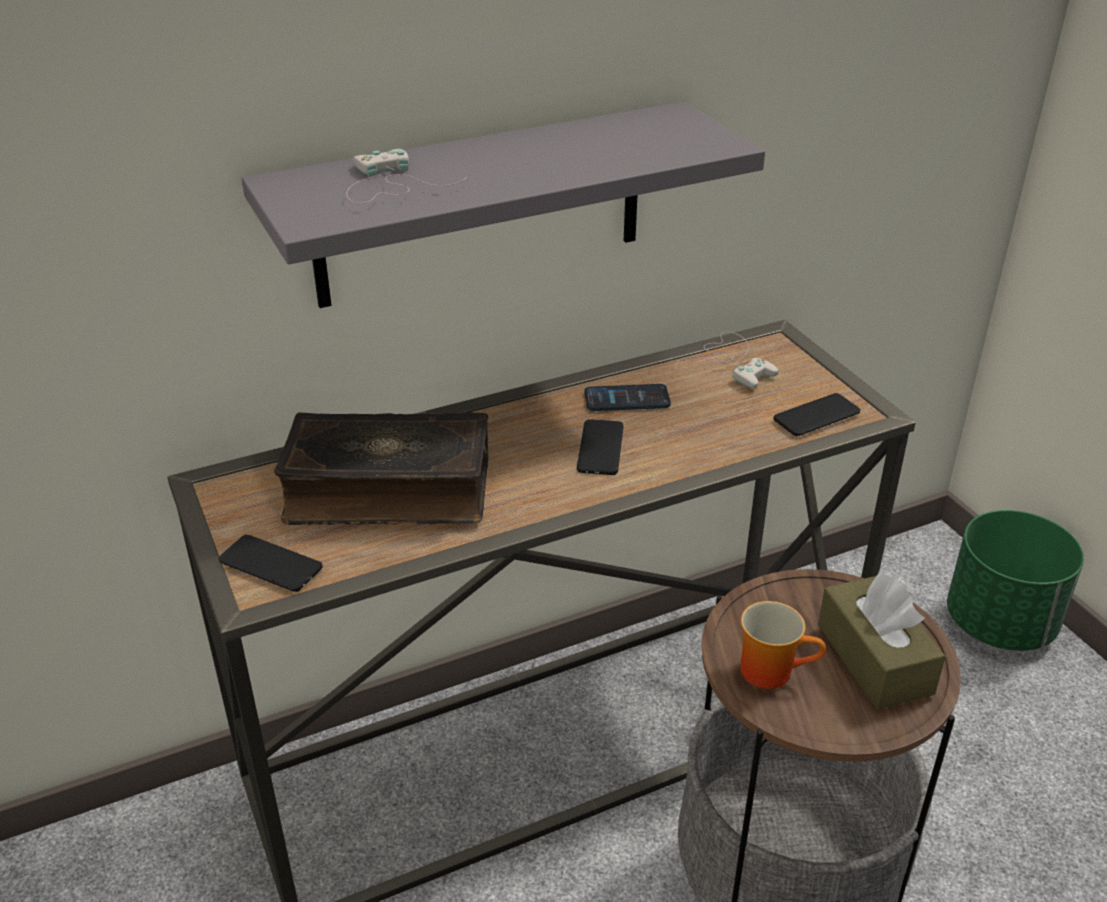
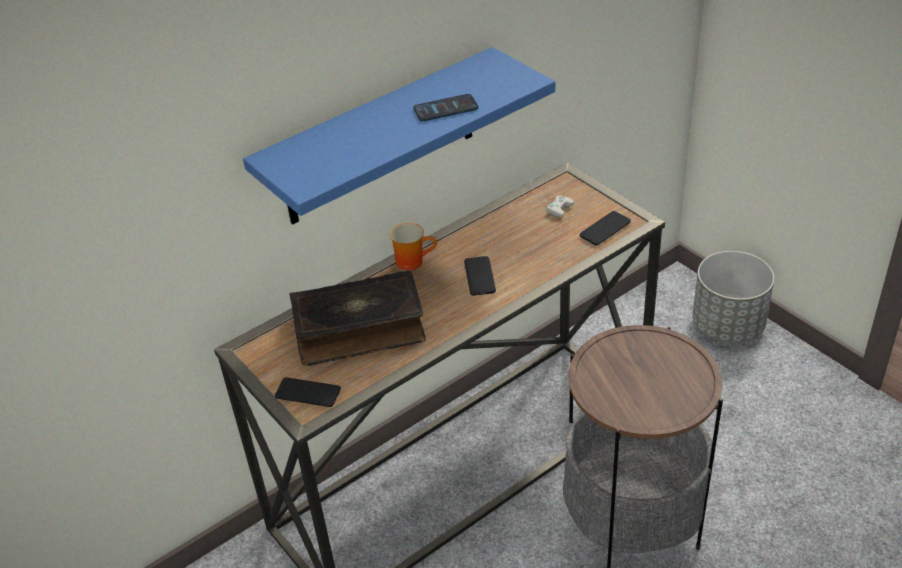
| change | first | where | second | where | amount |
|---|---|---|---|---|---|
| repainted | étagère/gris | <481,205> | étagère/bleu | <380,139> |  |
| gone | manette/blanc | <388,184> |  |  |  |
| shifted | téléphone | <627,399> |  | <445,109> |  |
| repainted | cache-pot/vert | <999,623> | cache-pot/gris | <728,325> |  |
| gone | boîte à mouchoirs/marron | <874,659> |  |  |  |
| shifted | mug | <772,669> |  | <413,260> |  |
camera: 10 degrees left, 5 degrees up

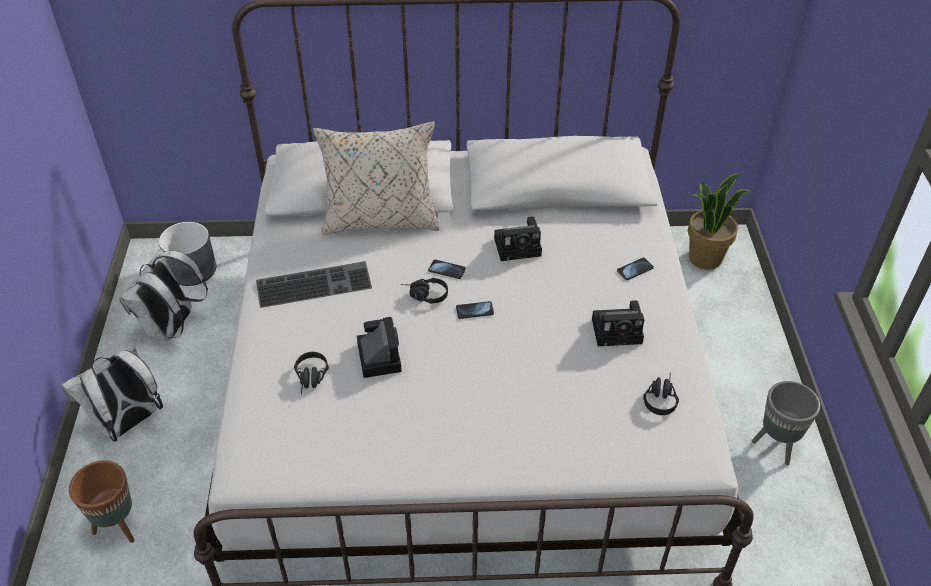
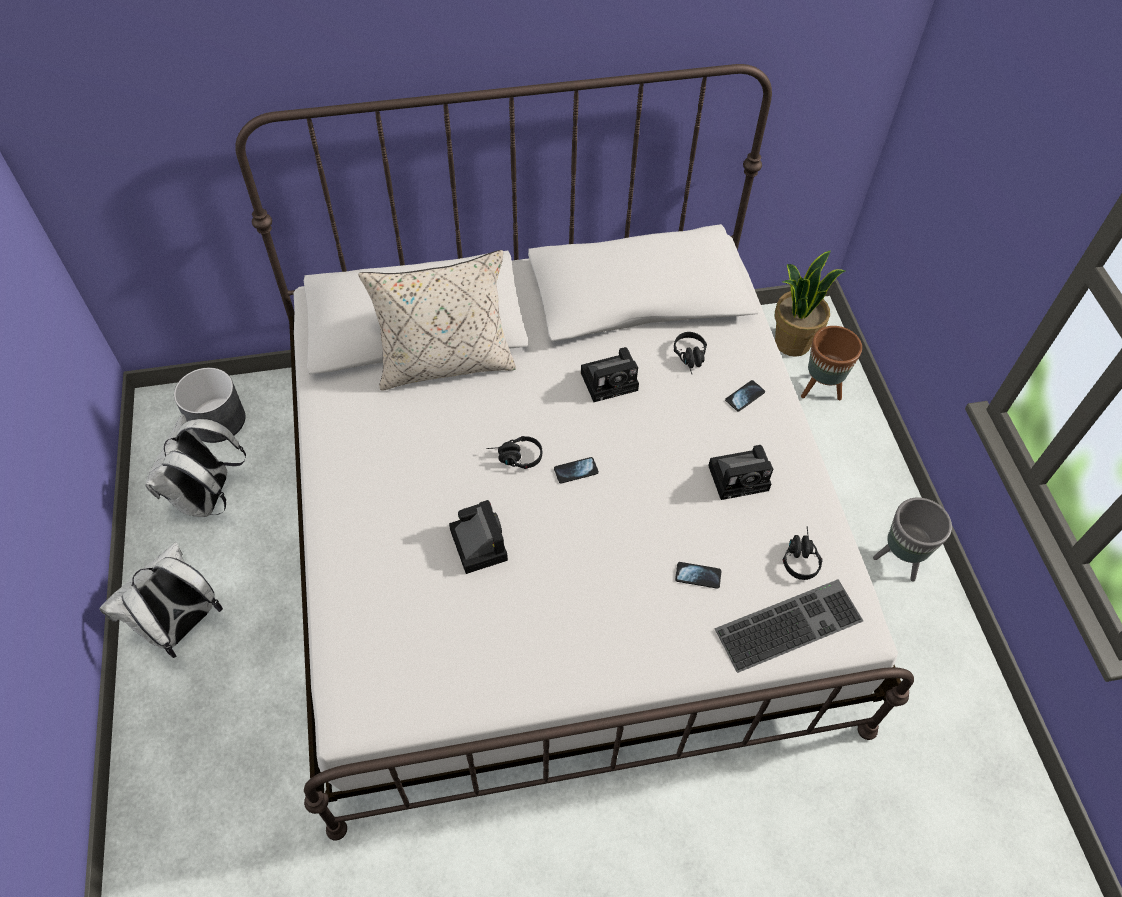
| change | first | where | second | where | amount |
|---|---|---|---|---|---|
| shifted | téléphone | <447,270> |  | <698,576> |  |
| shifted | clavier | <315,283> |  | <788,622> |  |
| shifted | casque audio/noir | <311,379> |  | <691,359> |  |
| shifted | cache-pot/marron | <119,526> |  | <820,389> |  |
camera: 10 degrees left, 10 degrees up

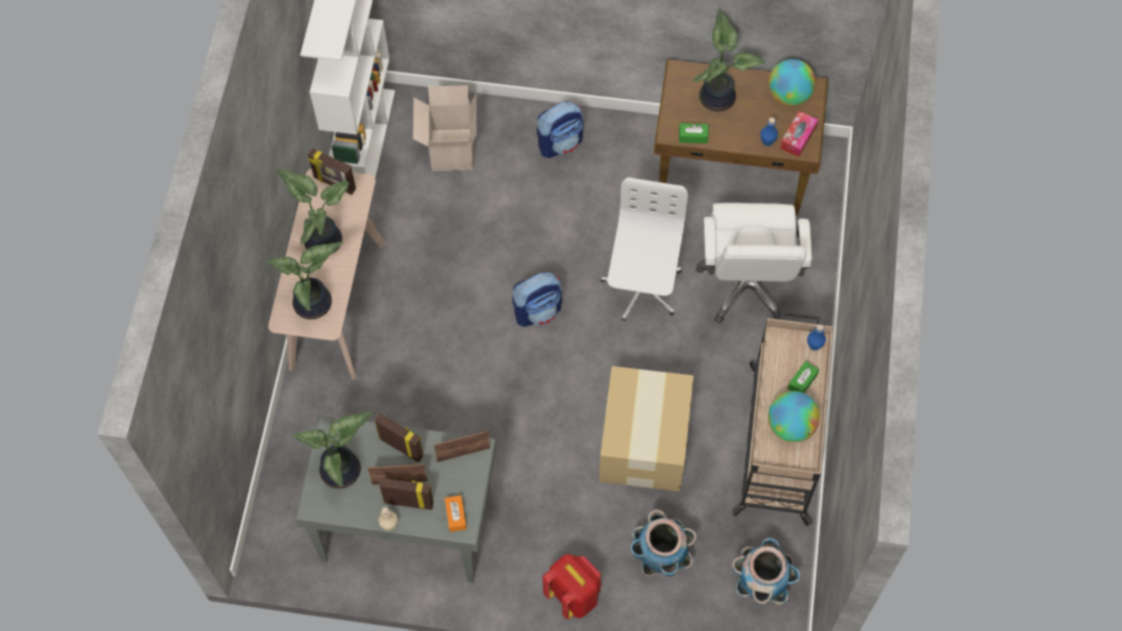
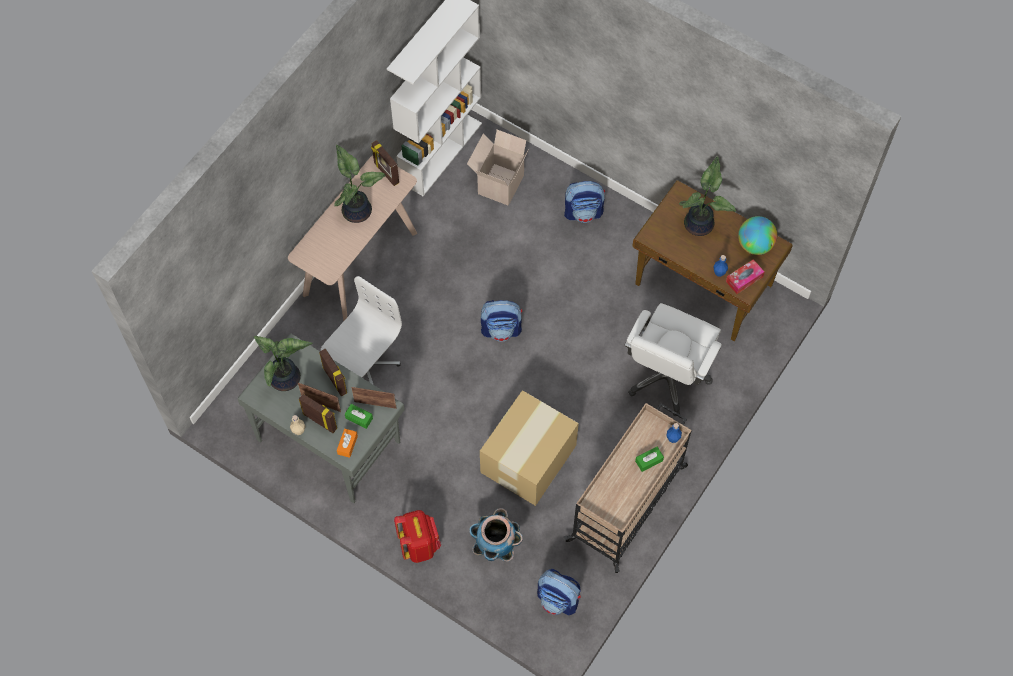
| change | first | where | second | where | amount |
|---|---|---|---|---|---|
| shifted | boîte à mouchoirs/vert | <693,136> |  | <359,418> |  |
| shifted | chaise de bureau/blanc | <642,287> |  | <364,365> |  |
| gone | plante en pot | <315,305> |  |  |  |
| gone | globe | <790,426> |  |  |  |
| swapped | cache-pot | <760,585> | sac à dos | <558,599> |  |
camera: 25 degrees right, 0 degrees up

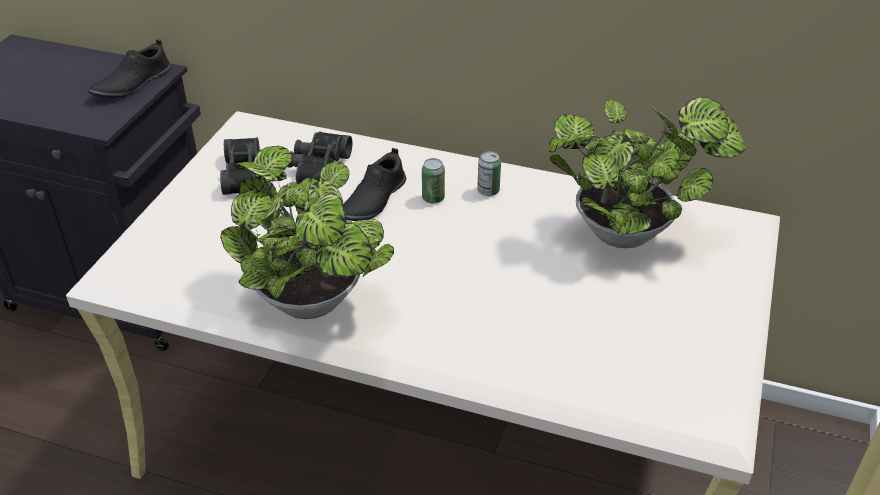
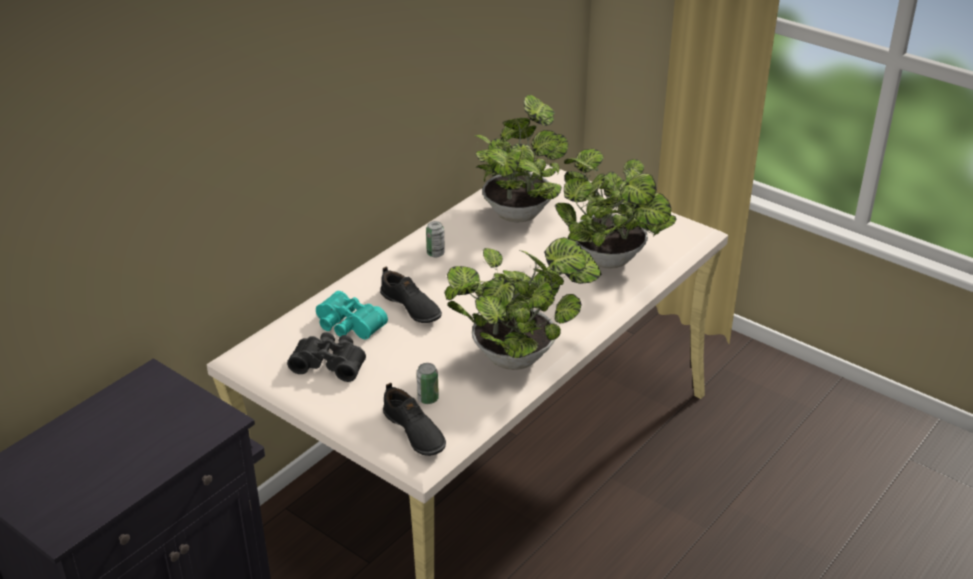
| change | first | where | second | where | amount |
|---|---|---|---|---|---|
| shifted | chaussure/noir | <132,84> |  | <414,432> |  |
| repainted | jumelles/noir | <317,168> | jumelles/turquoise | <347,326> |  |
| shifted | boîte métallique | <433,198> |  | <428,399> |  |
| new |  |  | plante en pot | <612,261> |  |
camera: 70 degrees left, 5 degrees down

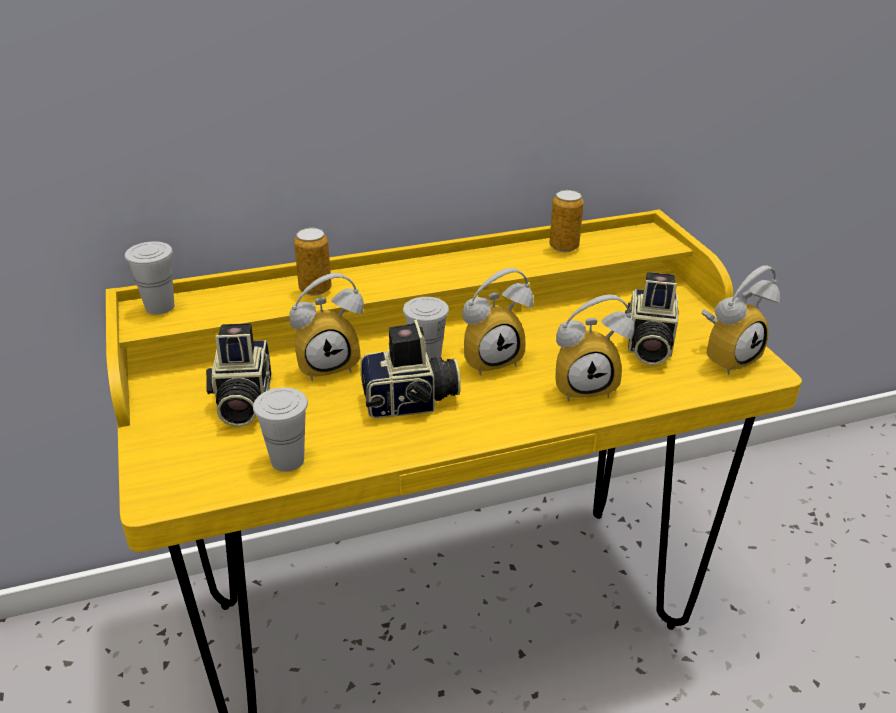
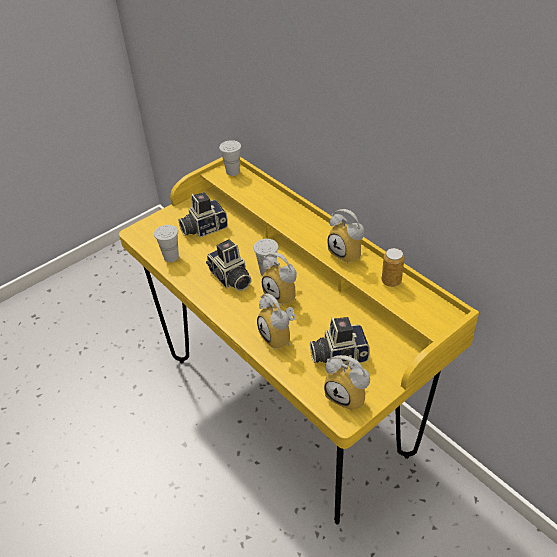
| change | first | where | second | where | amount |
|---|---|---|---|---|---|
| gone | boîte métallique | <315,289> |  |  |  |
| shifted | réveil | <329,363> |  | <349,253> |  |
camera: 70 degrees right, 10 degrees up

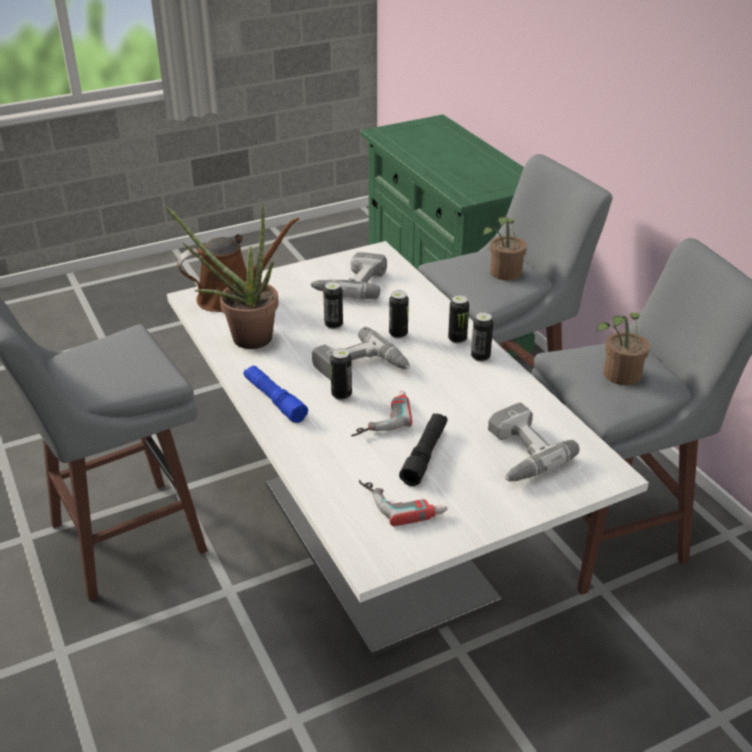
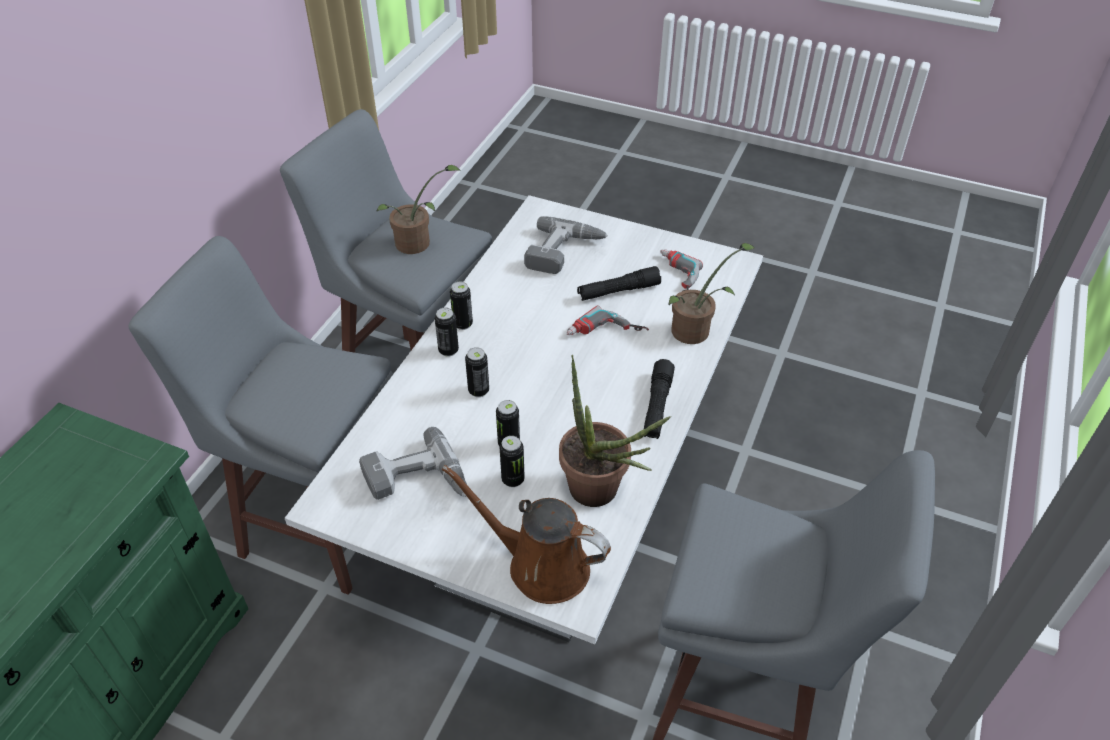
| change | first | where | second | where | amount |
|---|---|---|---|---|---|
| shifted | plante en pot | <503,274> |  | <696,330> |  |
| gone | perceuse | <361,368> |  |  |  |
| shifted | boîte métallique | <341,395> |  | <513,479> |  |
| repainted | lampe de poche/bleu | <274,400> | lampe de poche/noir | <657,406> |  |
camera: 130 degrees left, 10 degrees up

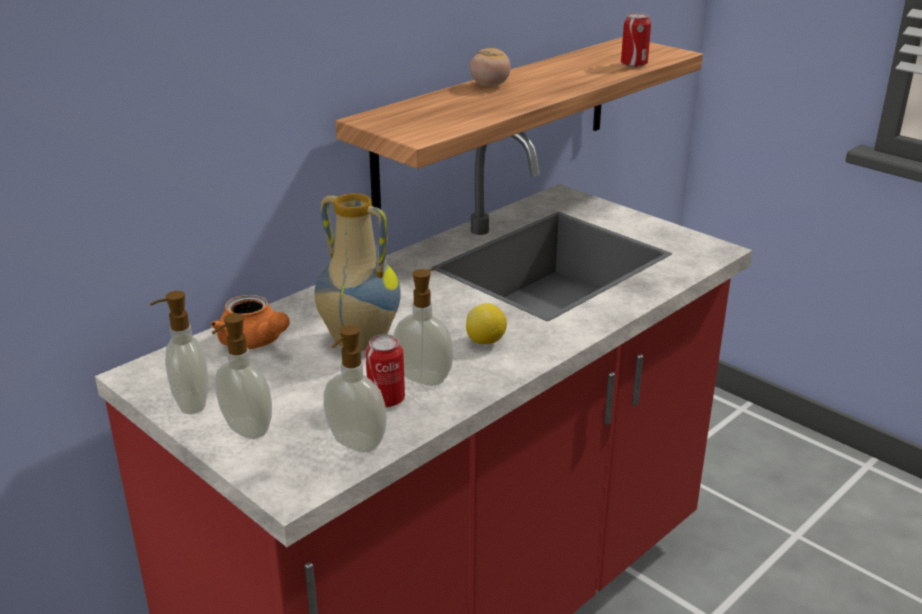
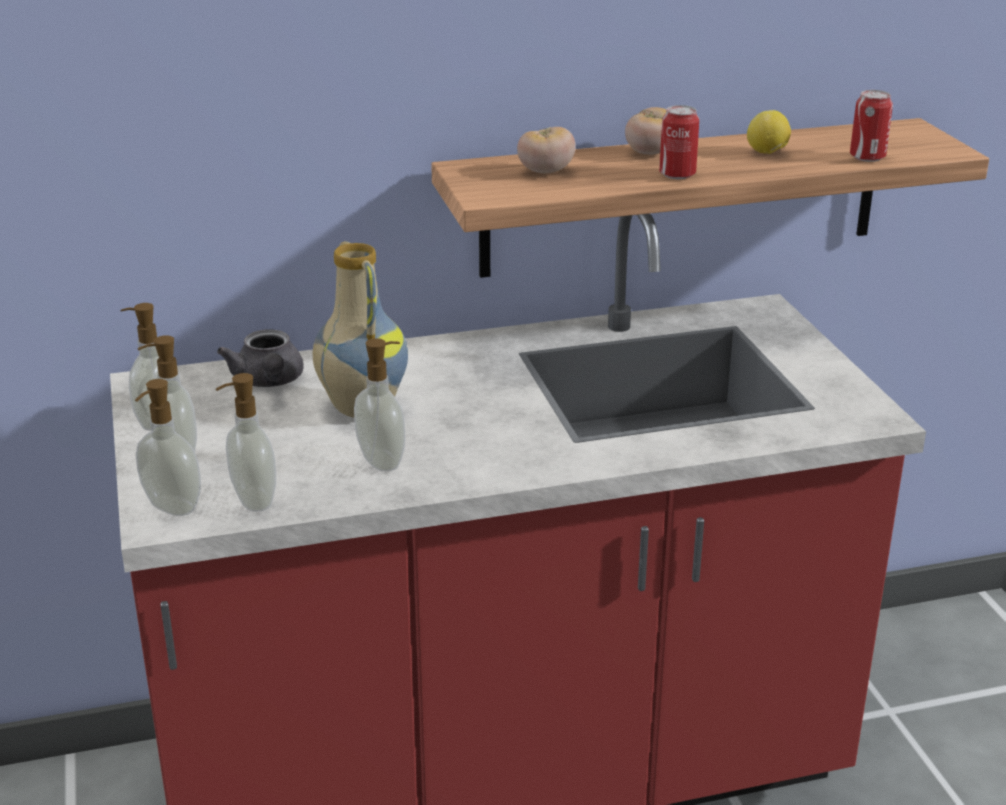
| change | first | where | second | where | amount |
|---|---|---|---|---|---|
| repainted | théière/orange | <255,342> | théière/gris | <268,382> |  |
| shifted | citron | <486,342> |  | <767,153> |  |
| shifted | boîte métallique | <386,399> |  | <677,174> |  |
| new |  |  | tomate | <545,172> |  |
| new |  |  | distributeur de savon | <171,508> |  |
camera: 30 degrees right, 0 degrees up

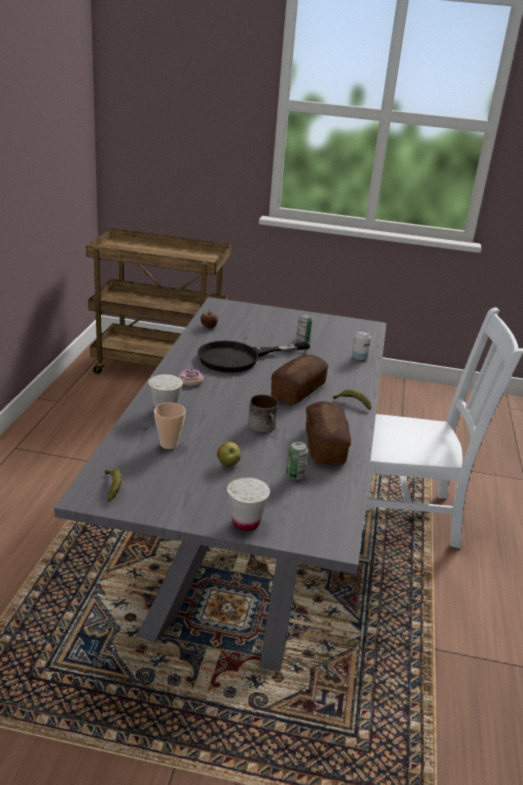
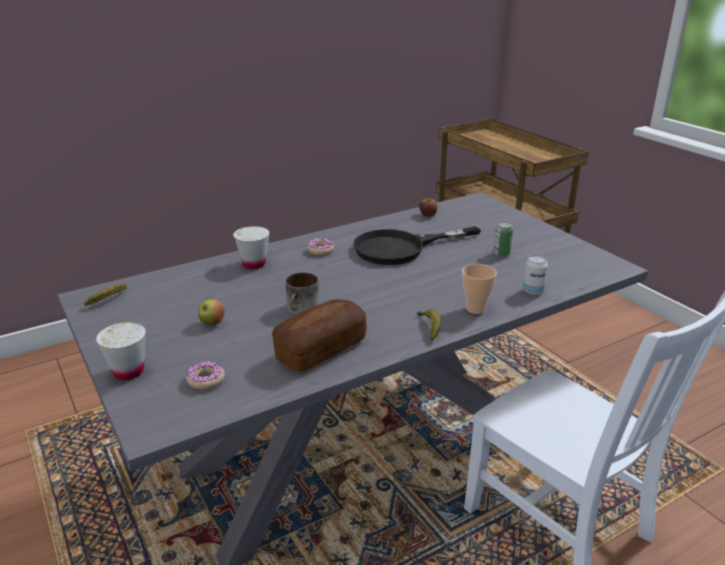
| change | first | where | second | where | amount |
|---|---|---|---|---|---|
| rotated | poêle/noir | <239,358> |  | <401,248> | 45 degrees counterclockwise |
| gone | pain | <298,390> |  |  |  |
| shifted | tasse | <169,444> |  | <475,309> |  |
| gone | boîte métallique | <295,476> |  |  |  |
| new |  |  | beignet | <206,380> |  |
camera: 50 degrees right, 0 degrees up

